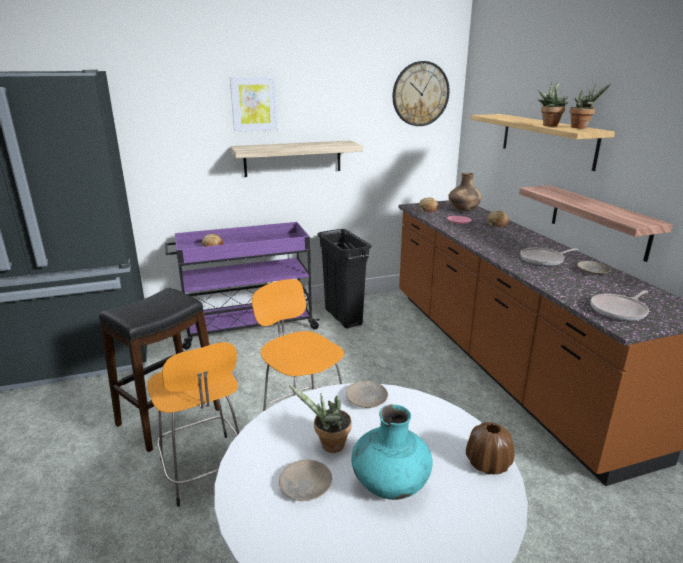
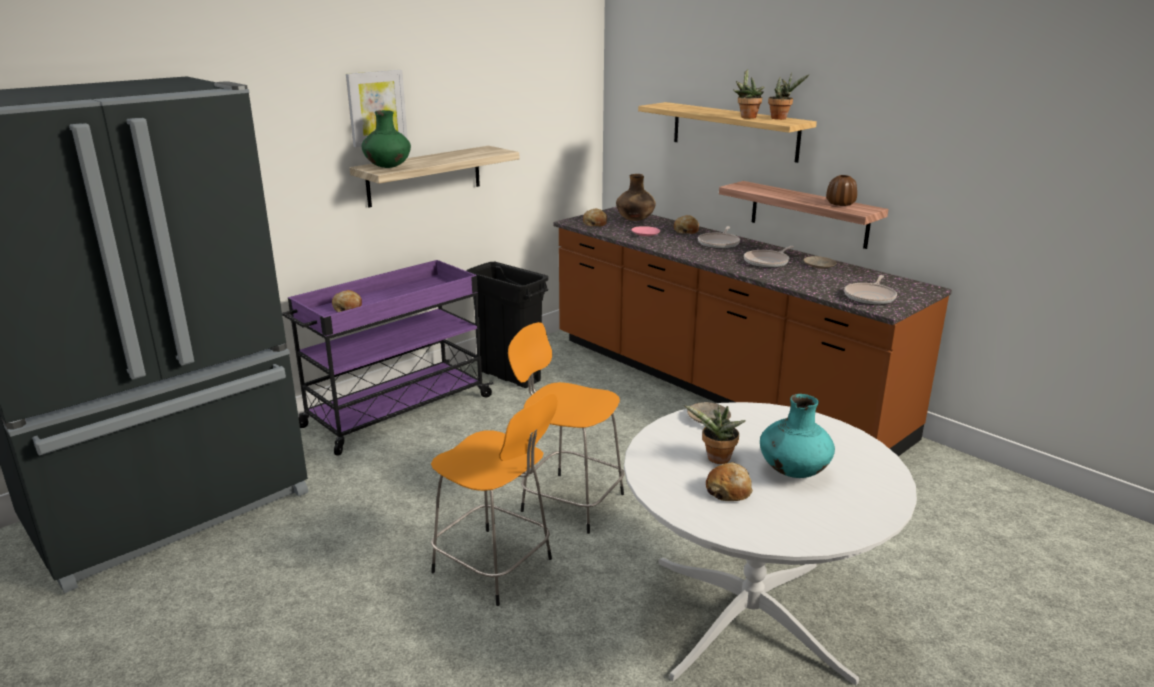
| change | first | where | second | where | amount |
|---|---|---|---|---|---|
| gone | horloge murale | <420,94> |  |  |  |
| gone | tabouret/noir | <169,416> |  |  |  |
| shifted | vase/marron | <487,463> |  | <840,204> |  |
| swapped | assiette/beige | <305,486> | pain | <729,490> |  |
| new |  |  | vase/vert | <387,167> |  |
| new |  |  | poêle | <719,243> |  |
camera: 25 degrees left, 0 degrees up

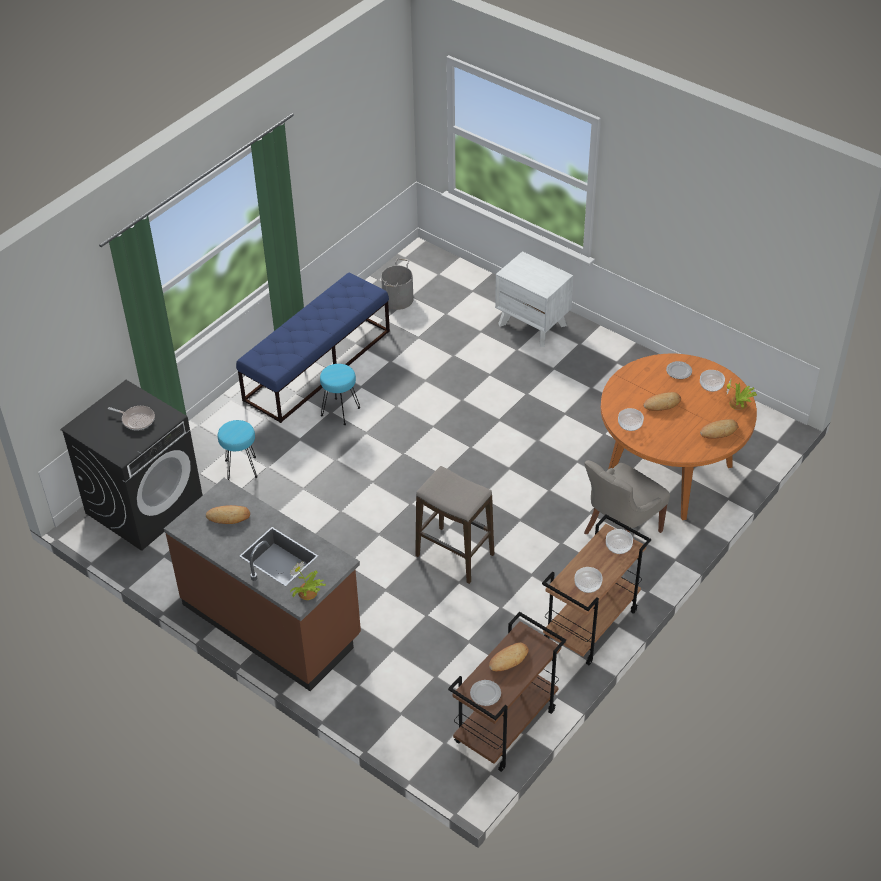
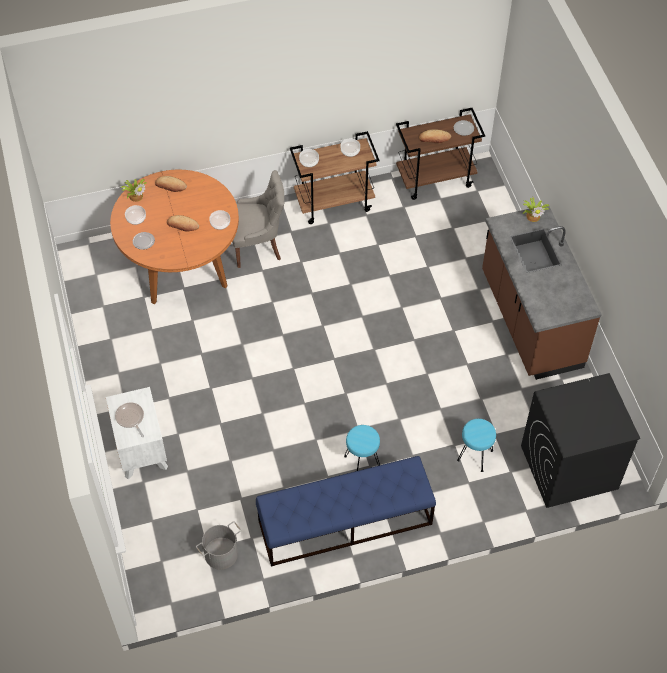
| change | first | where | second | where | amount |
|---|---|---|---|---|---|
| shifted | poêle | <136,419> |  | <130,418> |  |
| gone | tabouret | <454,555> |  |  |  |
| gone | pain | <228,516> |  |  |  |
camera: 145 degrees left, 10 degrees up

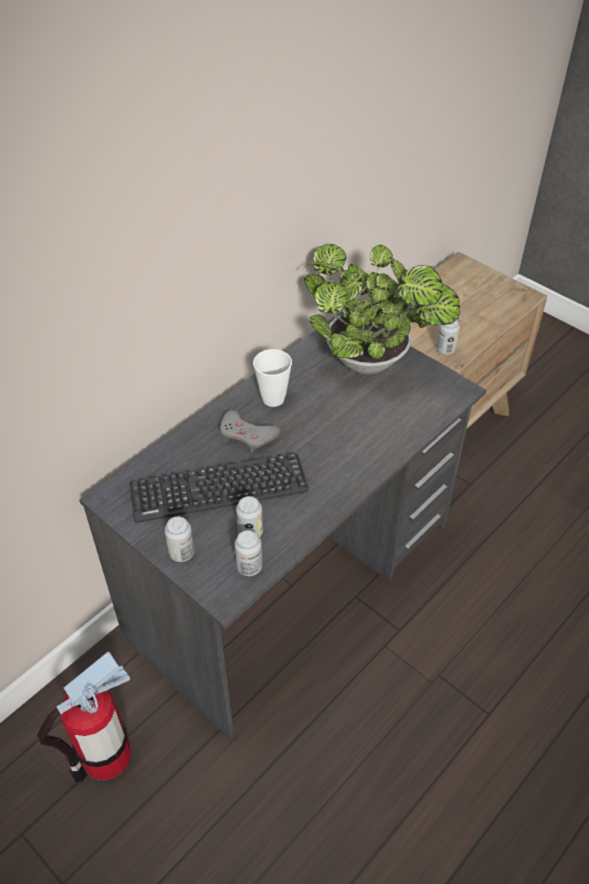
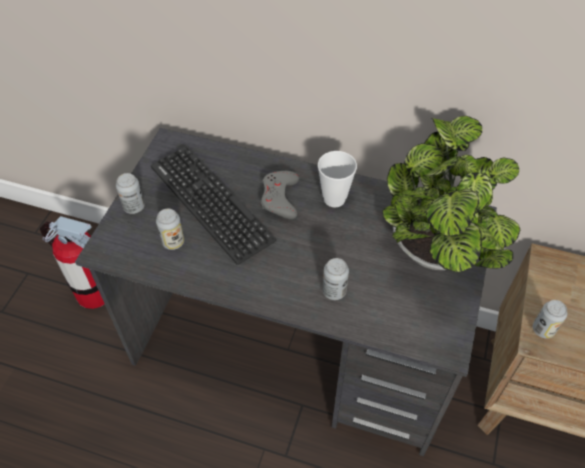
| change | first | where | second | where | amount |
|---|---|---|---|---|---|
| shifted | boîte métallique | <249,567> |  | <334,291> |  |
camera: 65 degrees right, 5 degrees up

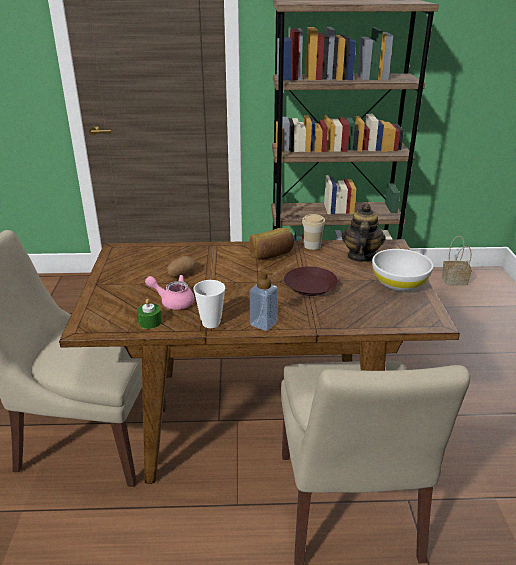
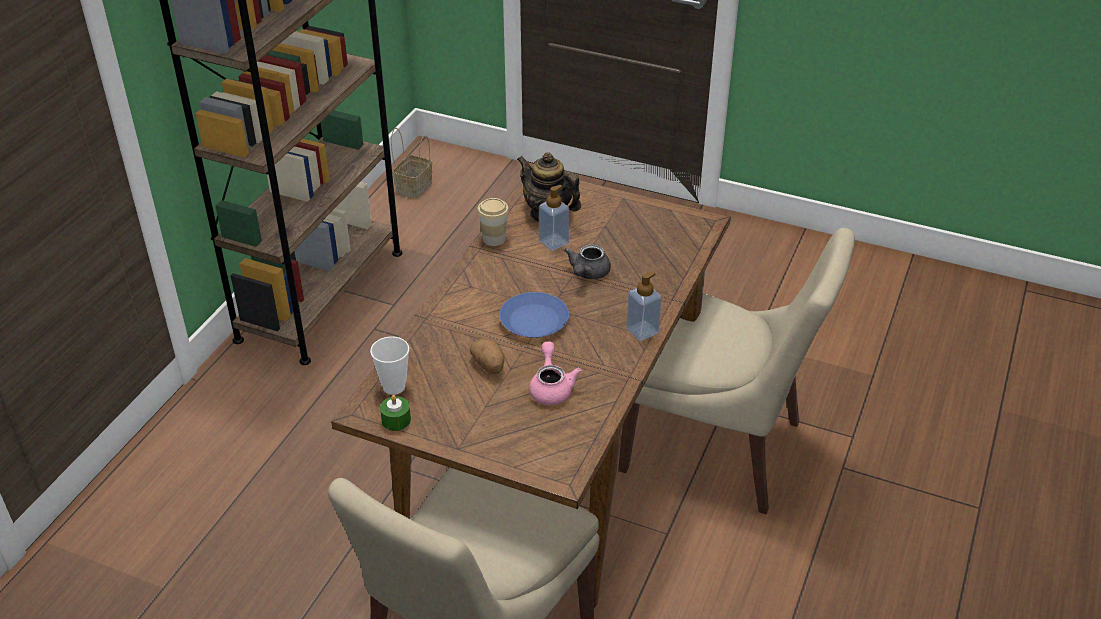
| change | first | where | second | where | amount |
|---|---|---|---|---|---|
| gone | pain | <272,254> |  |  |  |
| gone | bol/blanc | <399,283> |  |  |  |
| swapped | assiette/marron | <310,286> | théière/gris | <587,273> |  |
| rotated | théière/rose | <173,301> |  | <551,387> | 135 degrees clockwise |
| shifted | tasse | <211,323> |  | <394,387> |  |
| shifted | bougie/vert | <150,322> |  | <396,420> |  |
| new |  |  | distributeur de savon | <553,242> |  |
| new |  |  | assiette/bleu | <533,321> |  |
camera: 65 degrees left, 10 degrees up

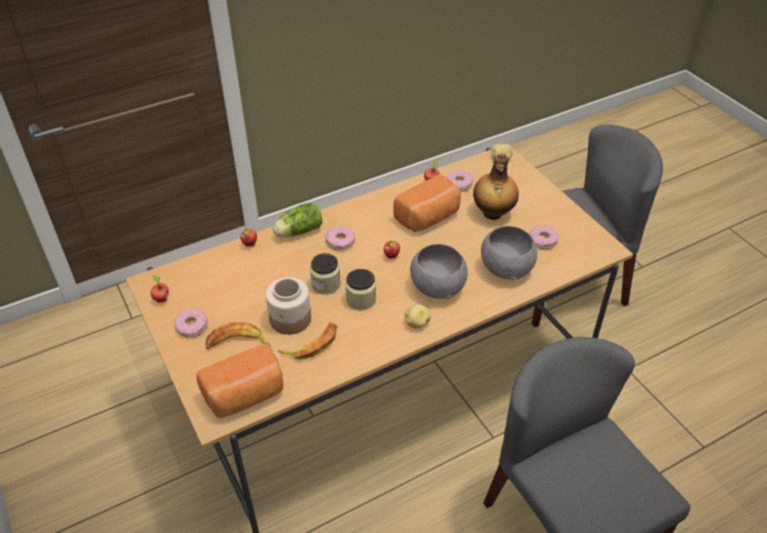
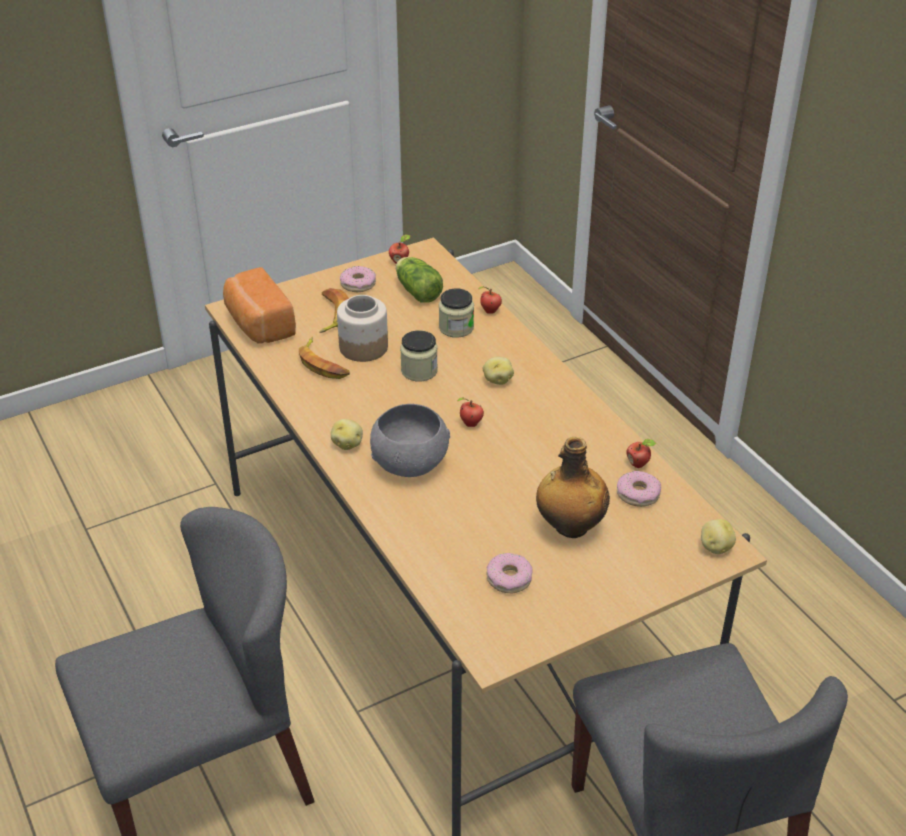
| change | first | where | second | where | amount |
|---|---|---|---|---|---|
| gone | pain | <429,217> |  |  |  |
| shifted | laitue | <297,232> |  | <417,290> |  |
| swapped | beignet | <340,242> | pomme de terre | <497,380> |  |
| gone | bol/gris | <506,268> |  |  |  |
| shifted | bocal | <361,300> |  | <456,328> |  |
camera: 90 degrees right, 5 degrees down

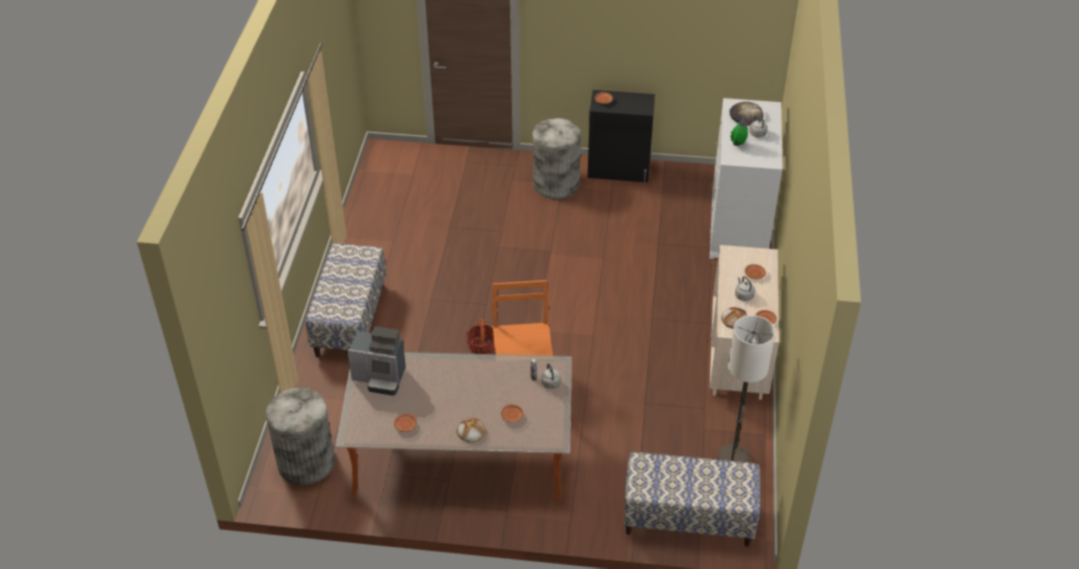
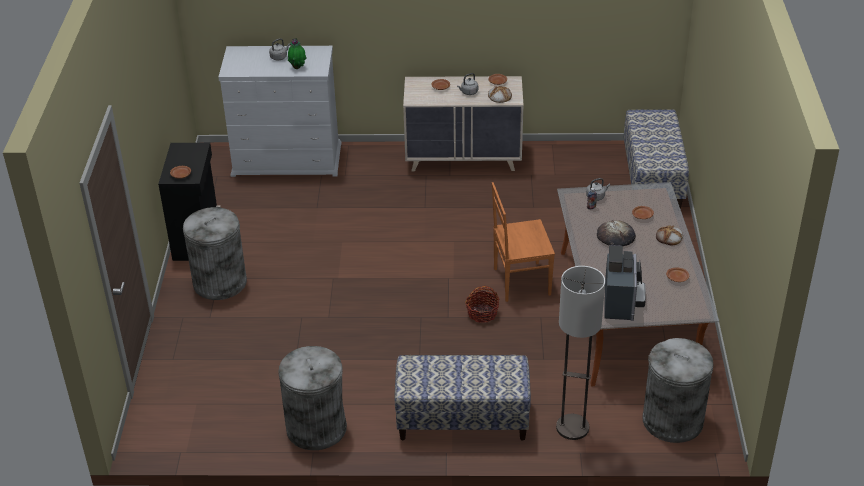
| change | first | where | second | where | amount |
|---|---|---|---|---|---|
| shifted | pain | <746,115> |  | <615,236> |  |
| shifted | lampadaire | <733,457> |  | <572,427> |  |
| new |  |  | poubelle/gris | <316,428> |  |
camera: 95 degrees left, 5 degrees down

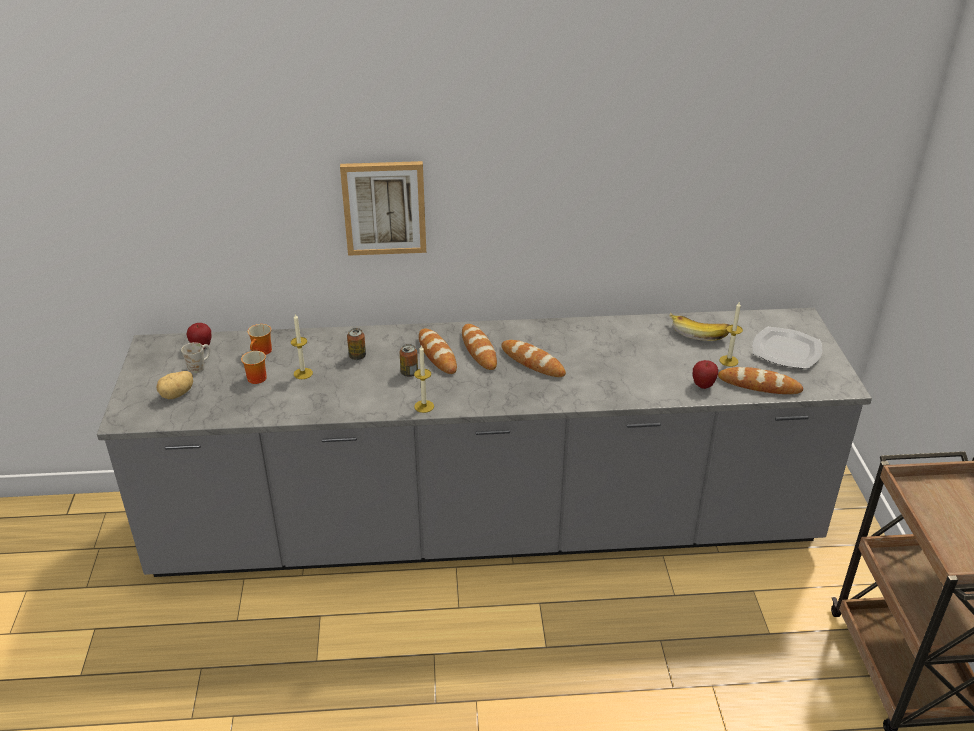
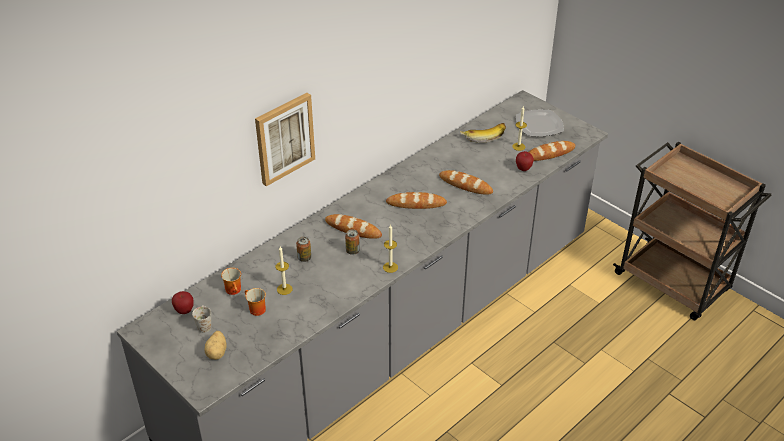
| change | first | where | second | where | amount |
|---|---|---|---|---|---|
| shifted | pain | <479,350> |  | <465,185> |  |
camera: 40 degrees left, 5 degrees up

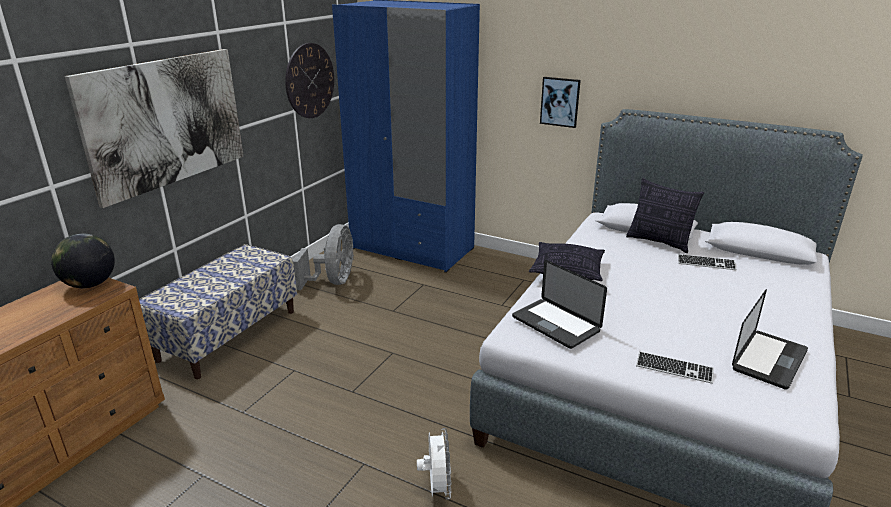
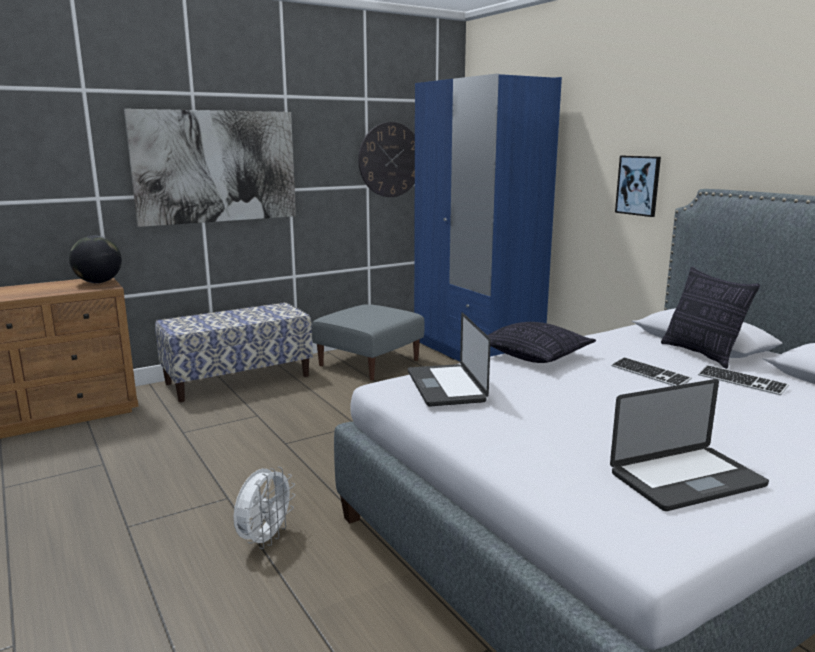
| change | first | where | second | where | amount |
|---|---|---|---|---|---|
| swapped | ventilateur/gris | <333,281> | pouf/gris | <369,362> |  |
| shifted | clavier | <674,369> |  | <649,374> |  |
camera: 30 degrees right, 10 degrees down

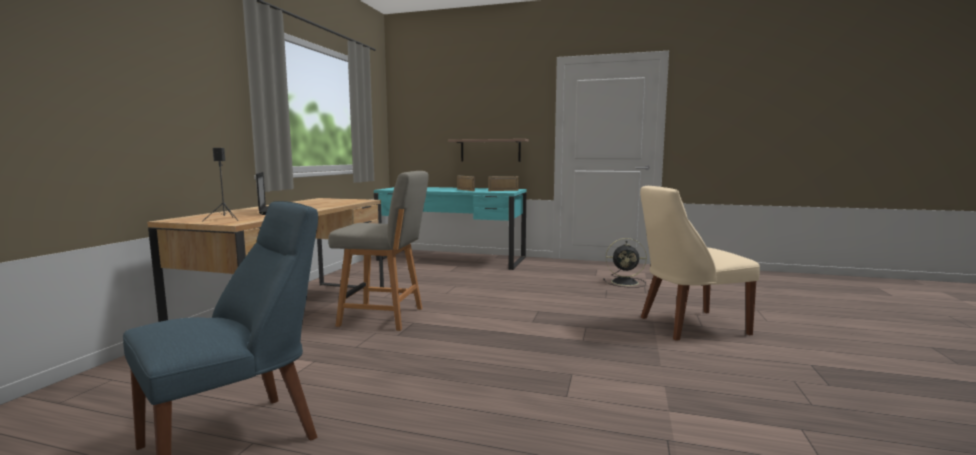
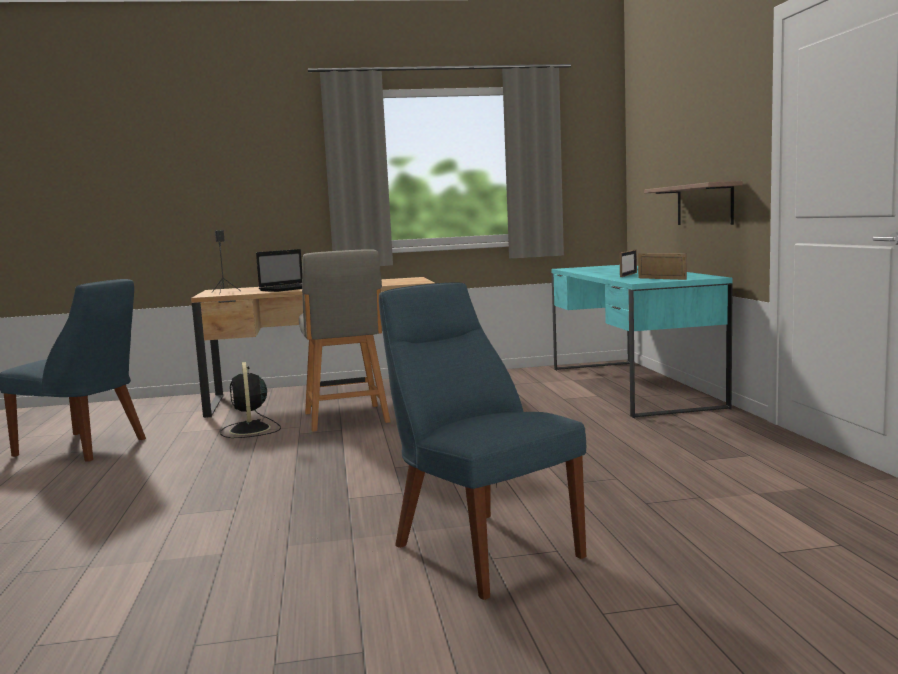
| change | first | where | second | where | amount |
|---|---|---|---|---|---|
| repainted | chaise/beige | <688,326> | chaise/bleu | <480,548> |  |
| shifted | ventilateur/noir | <626,282> |  | <250,430> |  |
camera: 65 degrees right, 0 degrees up

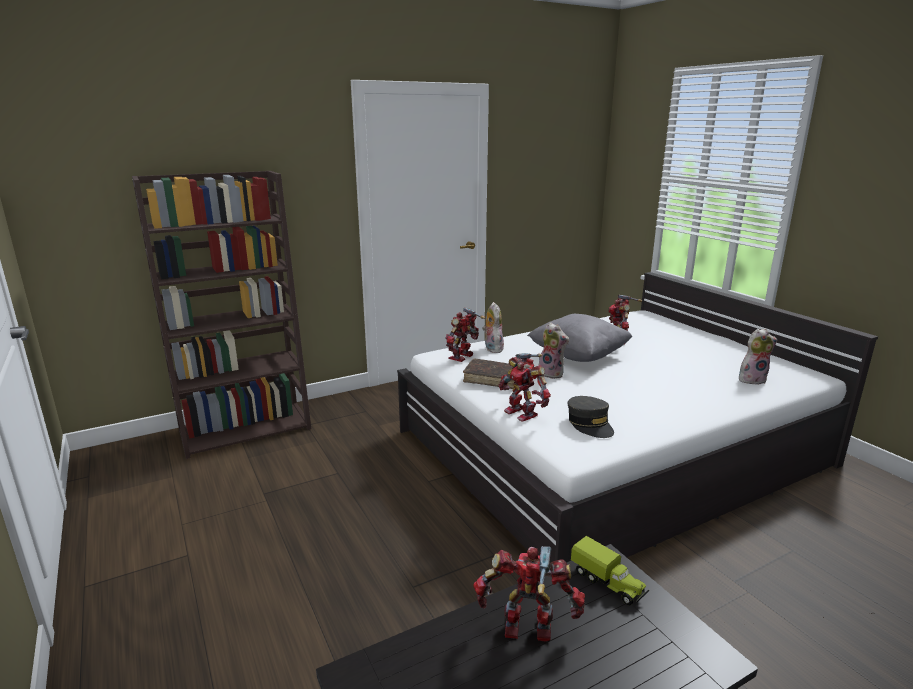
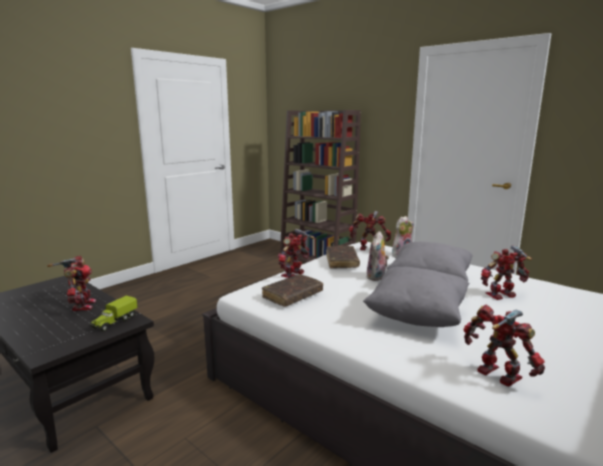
| change | first | where | second | where | amount |
|---|---|---|---|---|---|
| swapped | peluche | <752,379> | robot jouet | <497,376> |  |
| swapped | casquette/gris | <590,424> | livre/marron | <292,296> |  |
| new |  |  | coussin/gris | <416,317> |  |
camera: 70 degrees right, 5 degrees down

